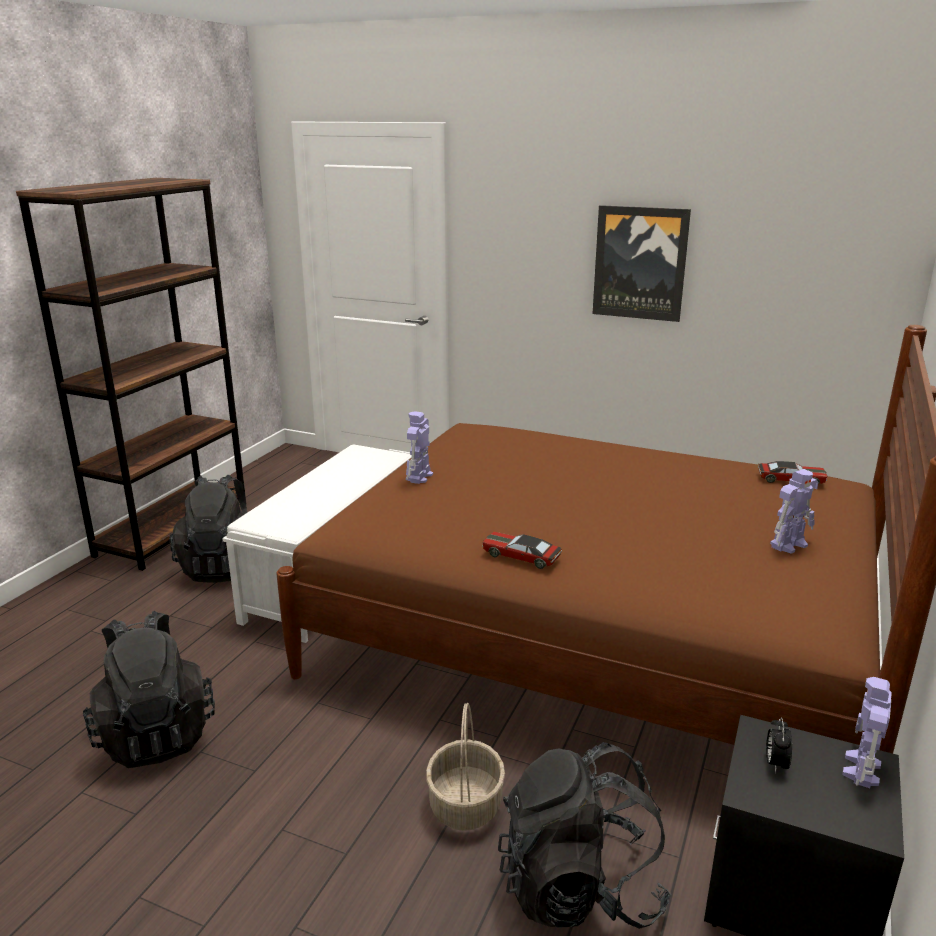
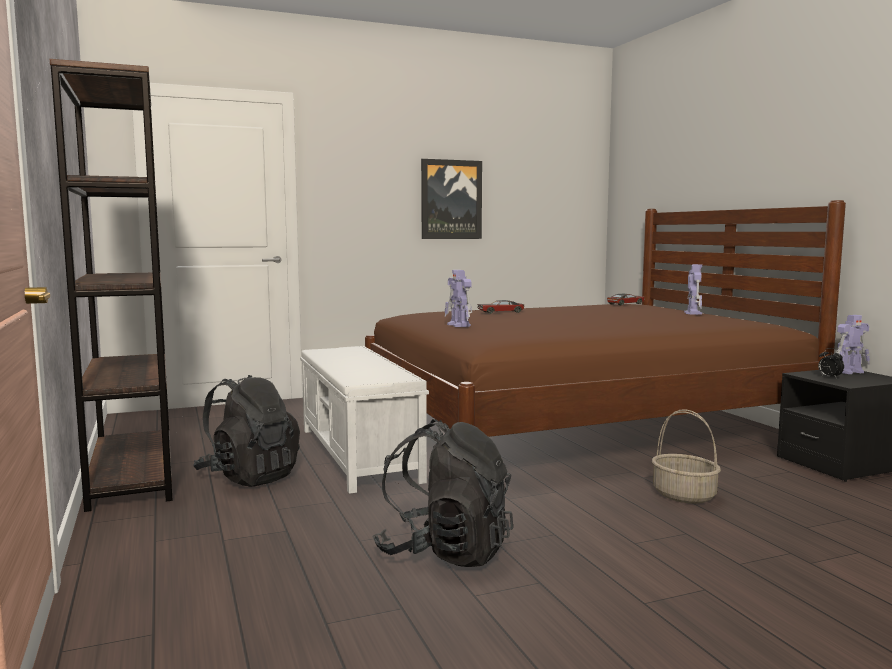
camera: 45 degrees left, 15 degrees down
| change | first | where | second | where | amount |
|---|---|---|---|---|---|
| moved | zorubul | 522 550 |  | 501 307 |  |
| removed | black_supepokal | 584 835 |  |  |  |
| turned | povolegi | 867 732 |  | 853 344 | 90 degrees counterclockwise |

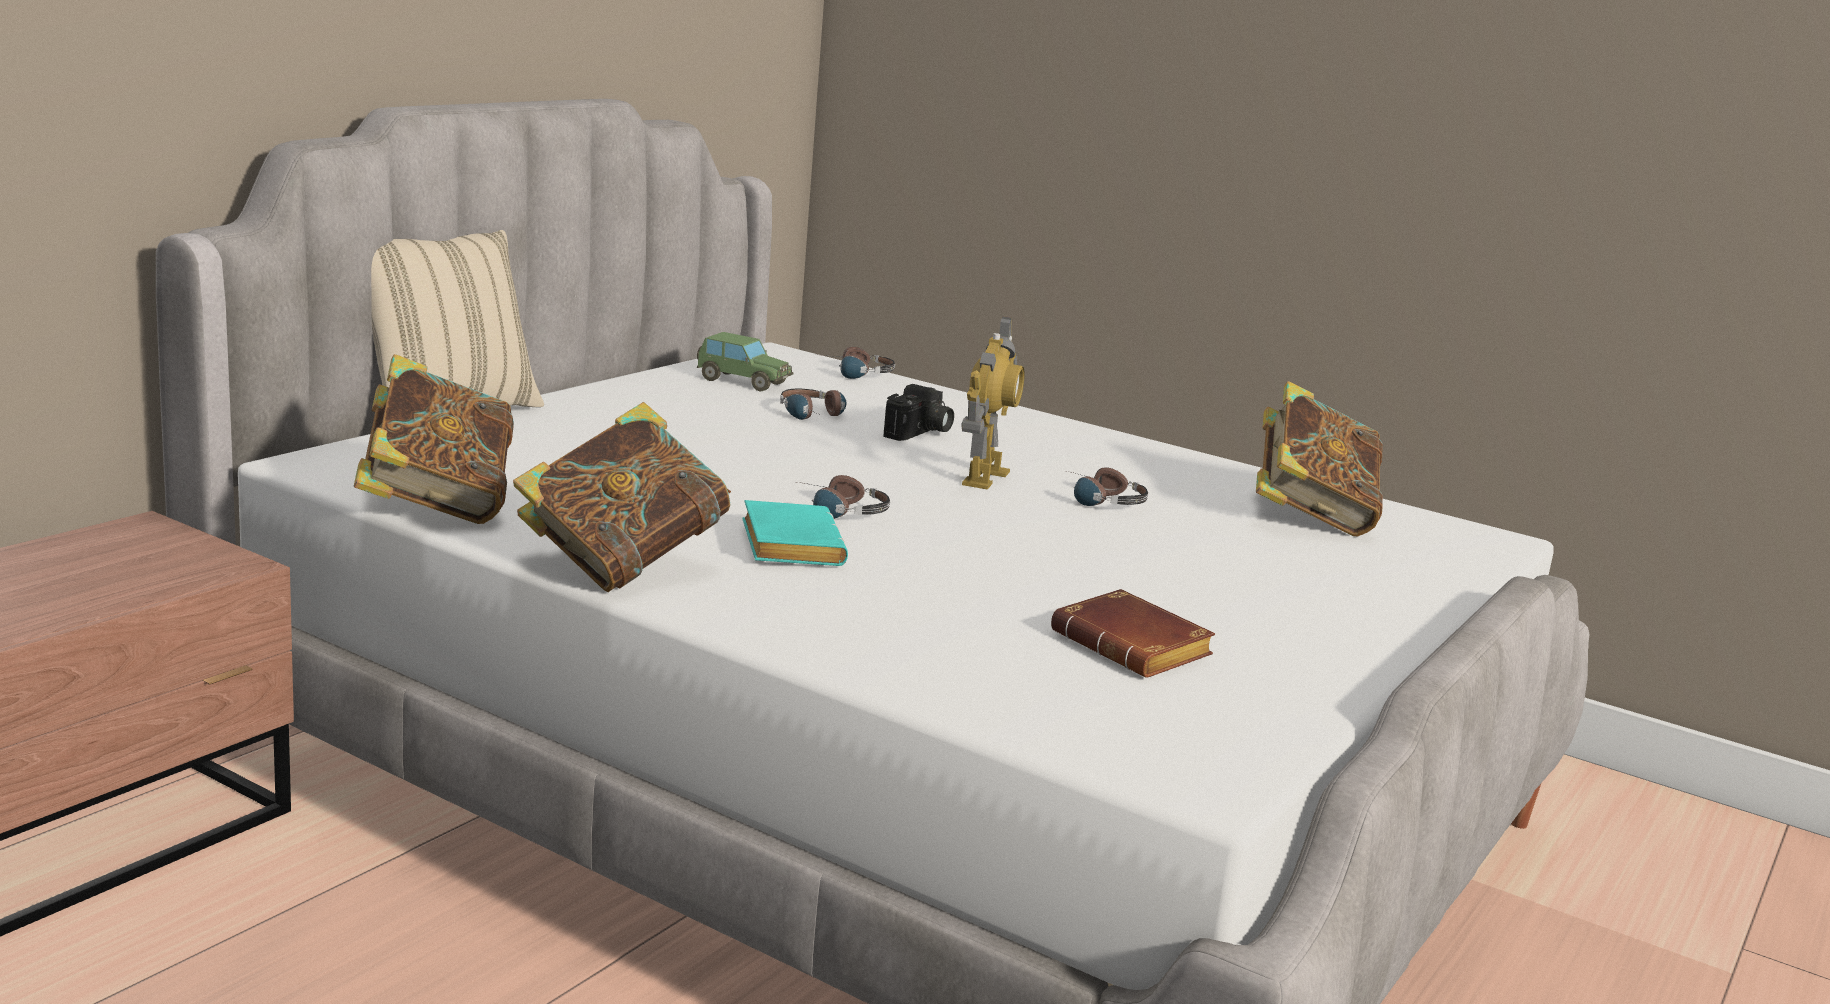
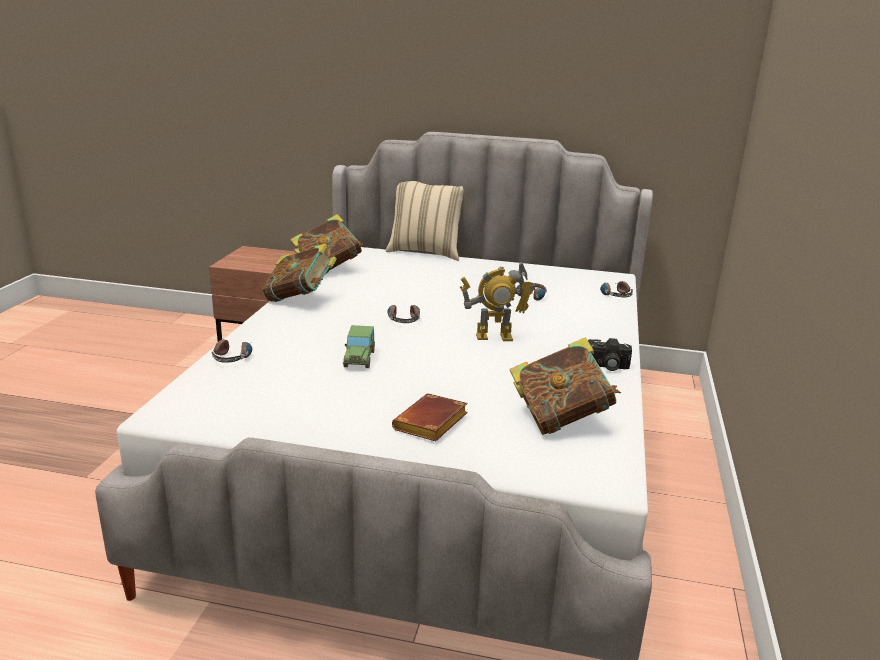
camera: 70 degrees right, 5 degrees up
| change | first | where | second | where | amount |
|---|---|---|---|---|---|
| moved | zorubul | 745 361 |  | 359 346 |  |
| removed | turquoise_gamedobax | 795 533 |  |  |  |
| moved | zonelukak | 918 412 |  | 610 354 |  |
| moved | brown_gamedobax | 1133 633 |  | 430 417 |  |
| moved | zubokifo | 1107 486 |  | 232 351 |  |

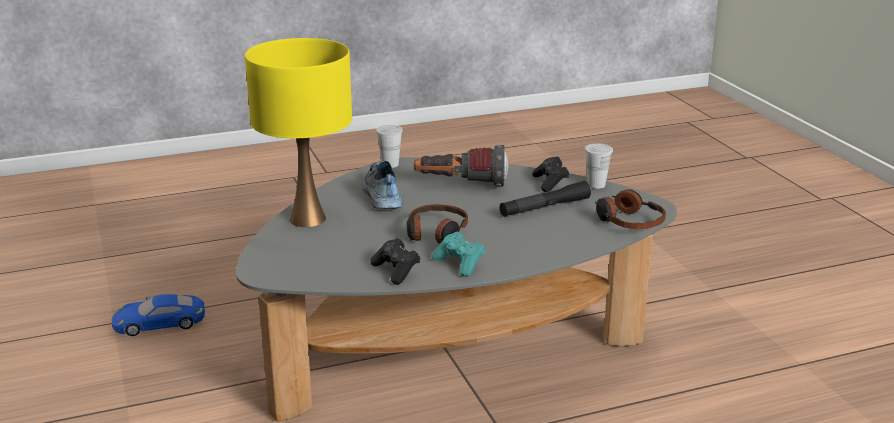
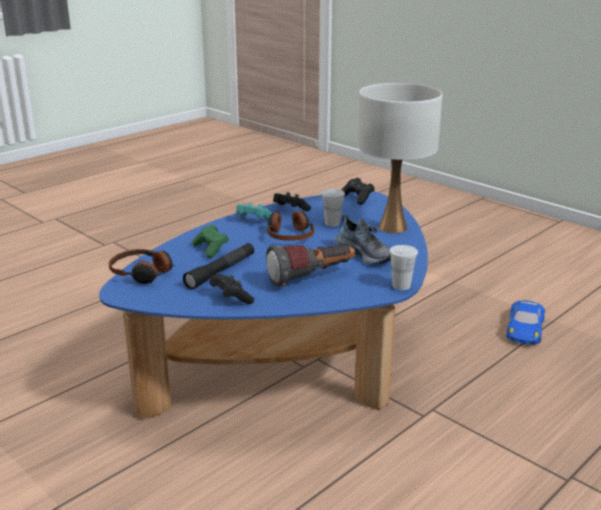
camera: 155 degrees right, 0 degrees up
| change | first | where | second | where | amount |
|---|---|---|---|---|---|
| turned | blue_zorubul | 158 315 |  | 525 322 | 150 degrees clockwise |
| recoloured | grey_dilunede | 456 289 | blue_dilunede | 263 305 |  |
| recoloured | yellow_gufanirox | 298 132 | white_gufanirox | 399 158 |  |
| moved | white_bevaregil | 598 166 |  | 333 208 |  |
| added |  |  | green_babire | 210 241 |  |
| added |  |  | black_babire | 358 191 |  |

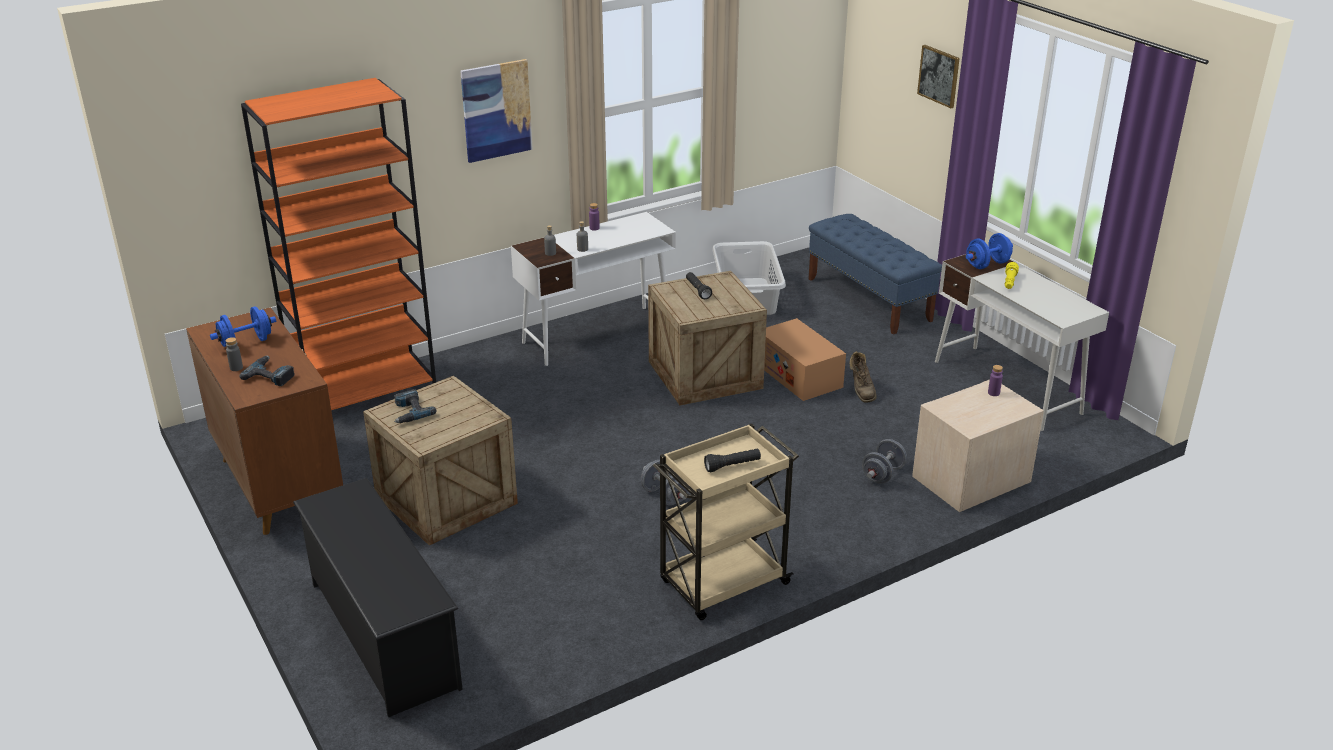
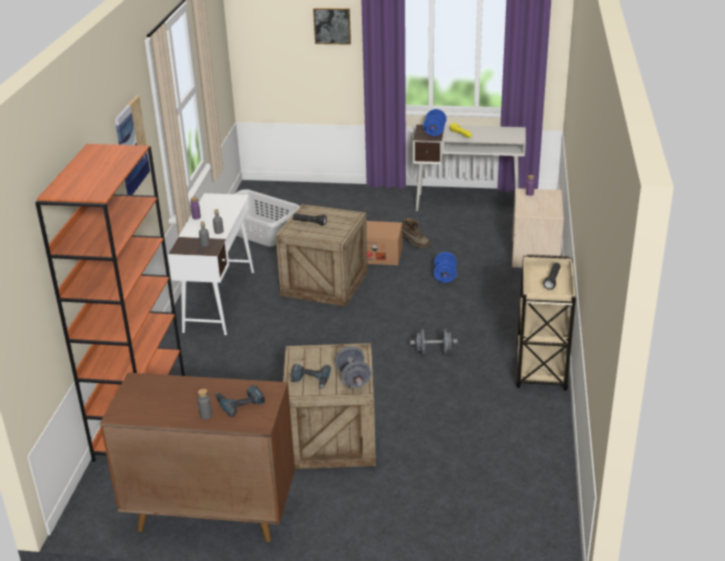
camera: 50 degrees left, 0 degrees up
| change | first | where | second | where | amount |
|---|---|---|---|---|---|
| moved | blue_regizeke | 243 326 |  | 445 267 |  |
| removed | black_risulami | 378 597 |  |  |  |
| removed | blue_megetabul | 875 274 |  |  |  |
| moved | grey_regizeke | 884 461 |  | 353 367 |  |

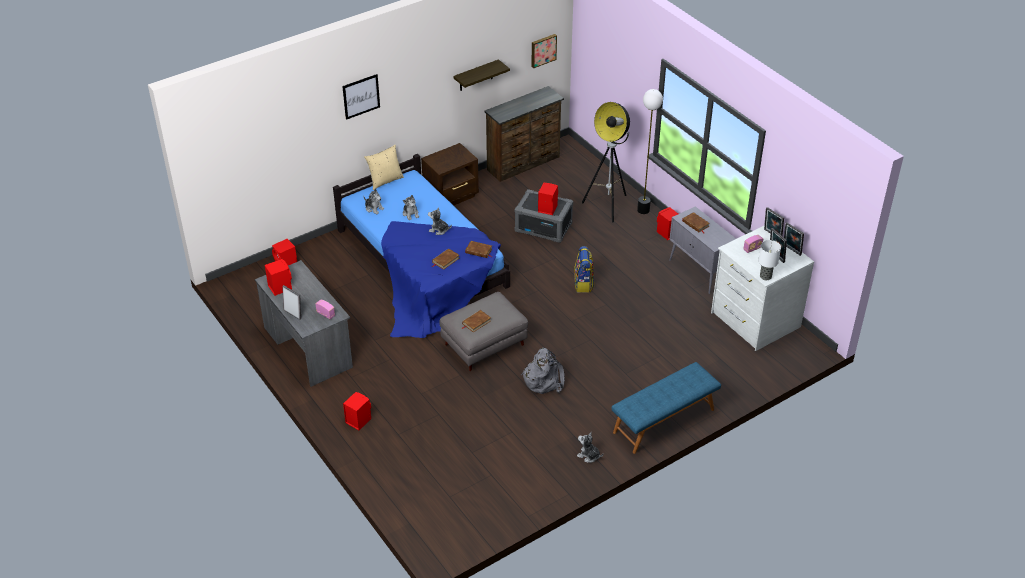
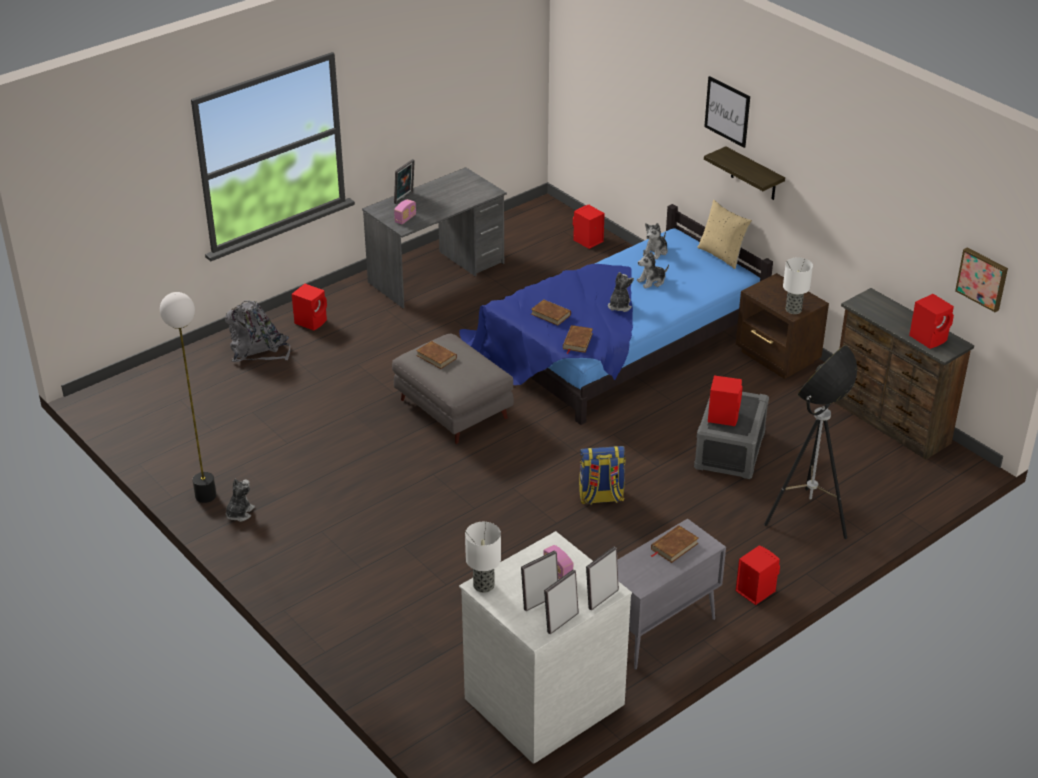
camera: 85 degrees right, 5 degrees down
| change | first | where | second | where | amount |
|---|---|---|---|---|---|
| moved | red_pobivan | 278 277 |  | 931 321 |  |
| moved | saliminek | 481 75 |  | 744 173 |  |
| moved | grey_supepokal | 543 371 |  | 257 331 |  |
| removed | blue_megetabul | 666 408 |  |  |  |
| moved | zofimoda | 650 151 |  | 188 397 |  |
| added |  |  | gufanirox | 798 286 |  |

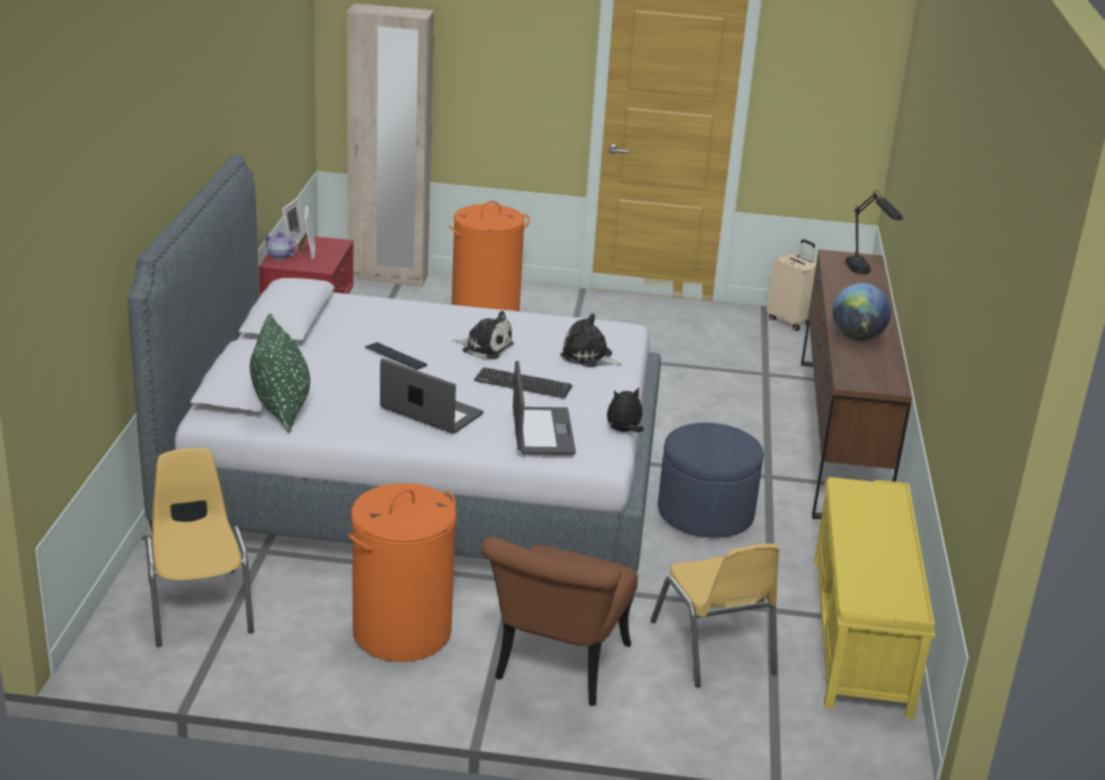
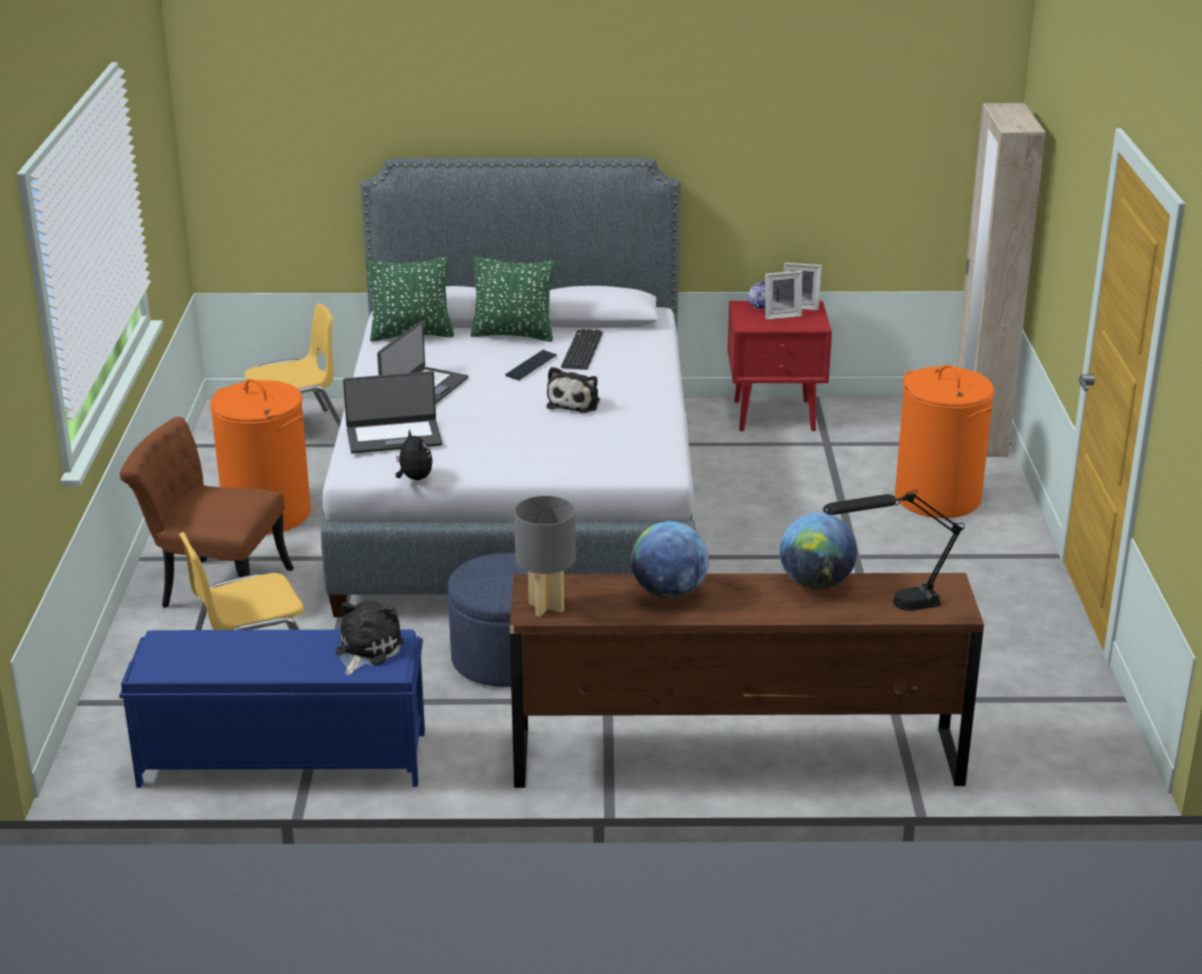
camera: 85 degrees right, 0 degrees up
| change | first | where | second | where | amount |
|---|---|---|---|---|---|
| moved | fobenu | 523 382 |  | 582 349 |  |
| moved | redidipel | 591 340 |  | 369 638 |  |
| removed | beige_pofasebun | 791 285 |  |  |  |
| recoloured | yellow_megetabul | 874 598 | blue_megetabul | 272 708 |  |
| added |  |  | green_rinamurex | 512 299 |  |
| added |  |  | grey_gufanirox | 545 556 |  |
| added |  |  | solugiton | 818 551 |  |

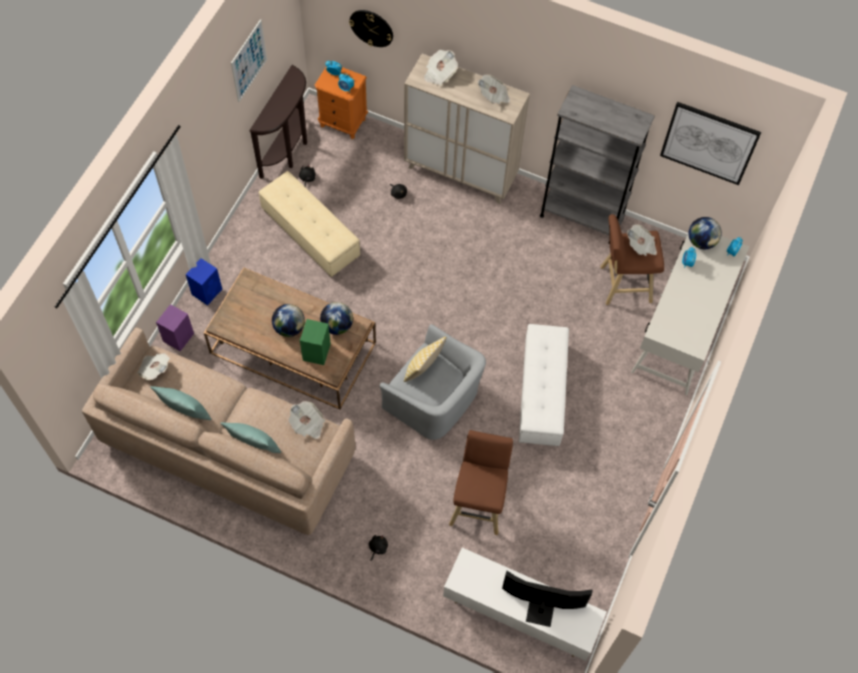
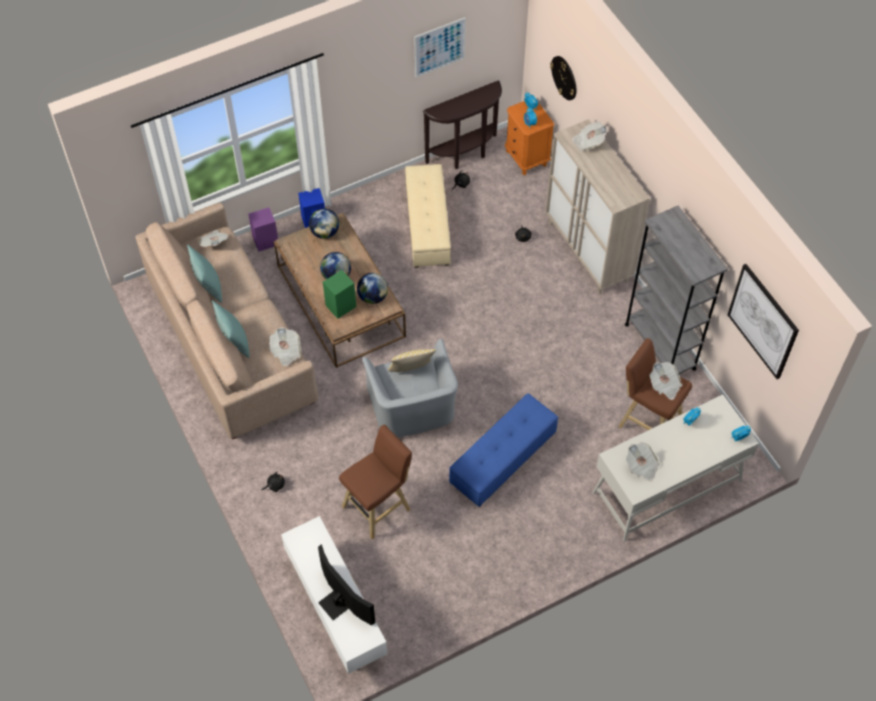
camera: 40 degrees right, 5 degrees down
| change | first | where | second | where | amount |
|---|---|---|---|---|---|
| moved | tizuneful | 494 89 |  | 643 462 |  |
| recoloured | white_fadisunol | 544 385 | blue_fadisunol | 503 450 |  |
| moved | solugiton | 705 233 |  | 324 224 |  |

